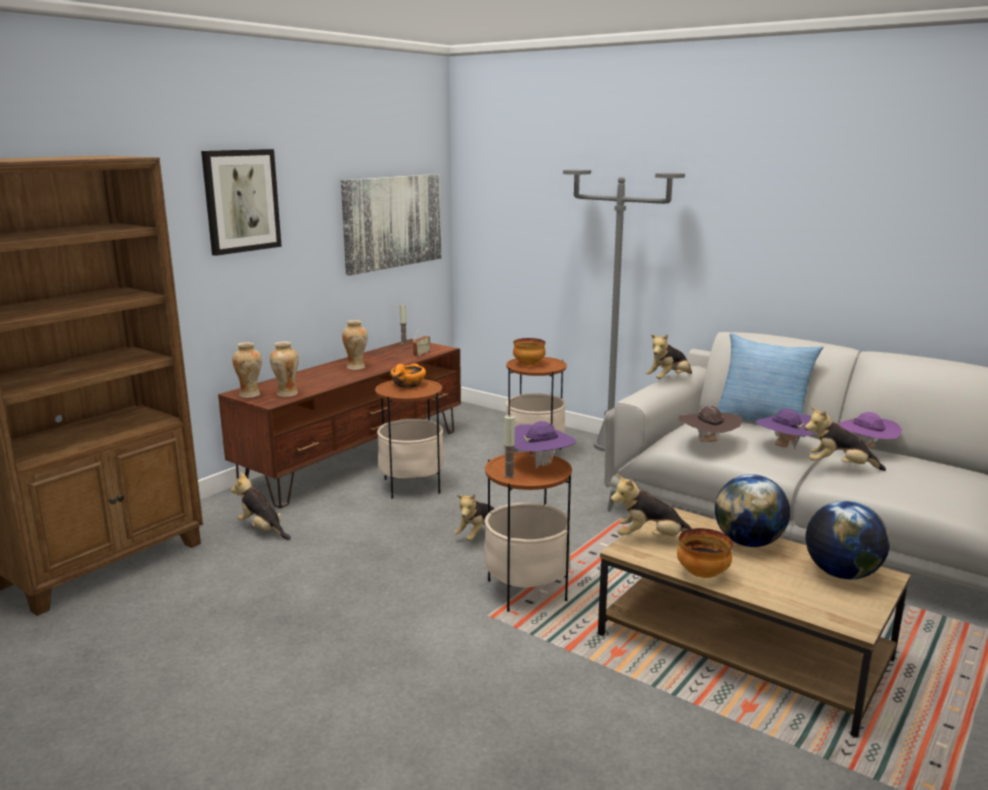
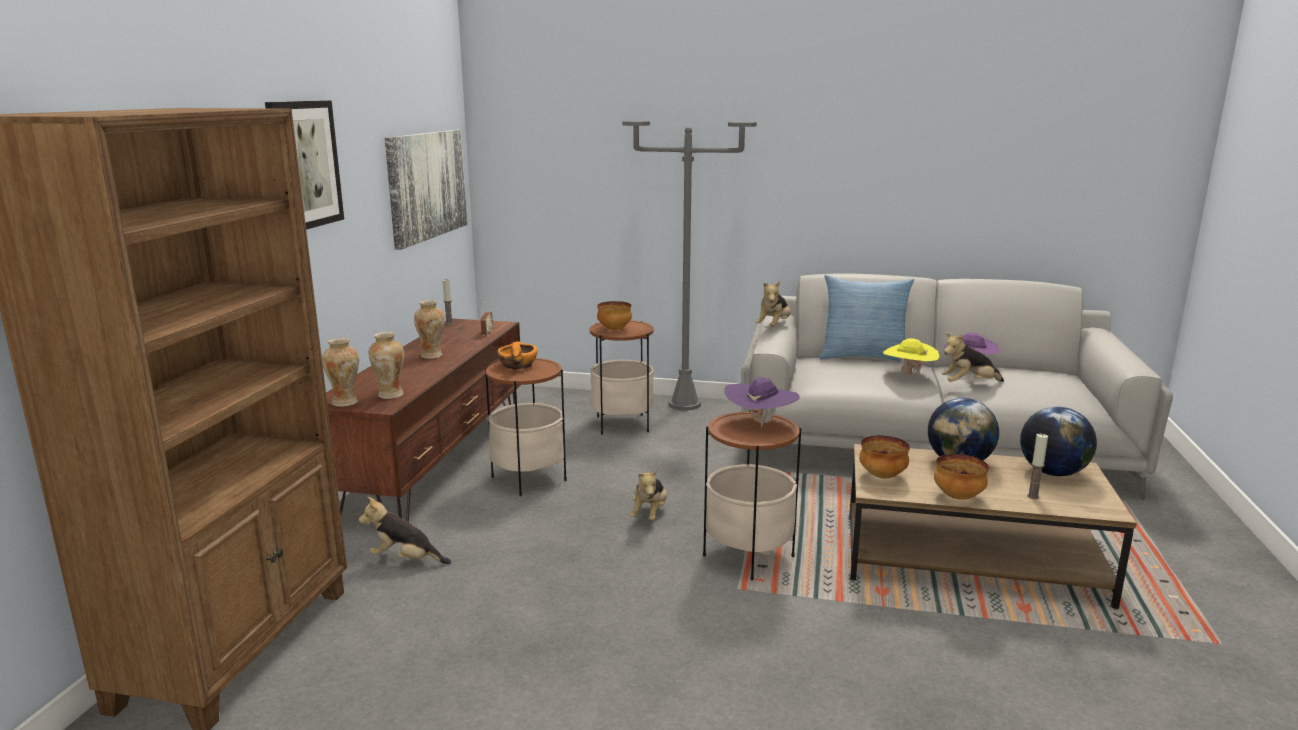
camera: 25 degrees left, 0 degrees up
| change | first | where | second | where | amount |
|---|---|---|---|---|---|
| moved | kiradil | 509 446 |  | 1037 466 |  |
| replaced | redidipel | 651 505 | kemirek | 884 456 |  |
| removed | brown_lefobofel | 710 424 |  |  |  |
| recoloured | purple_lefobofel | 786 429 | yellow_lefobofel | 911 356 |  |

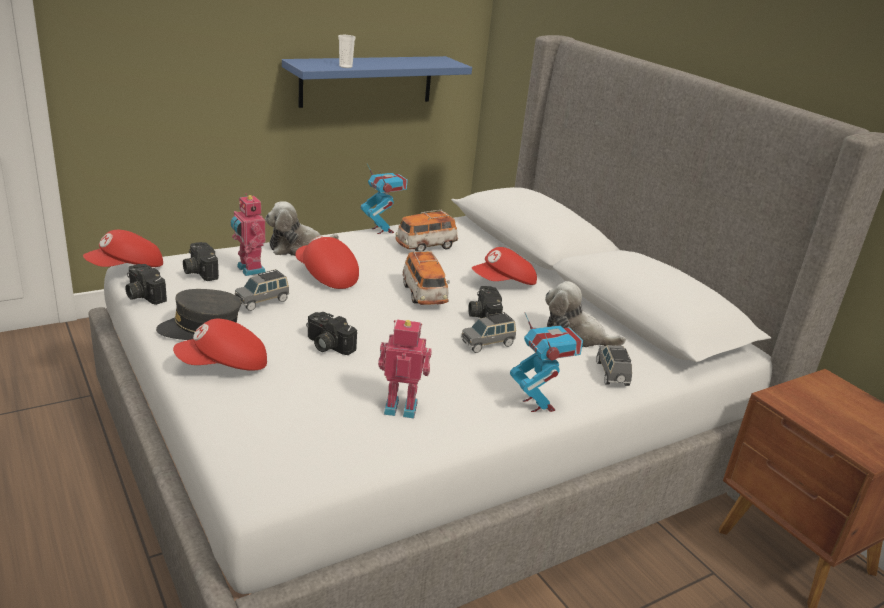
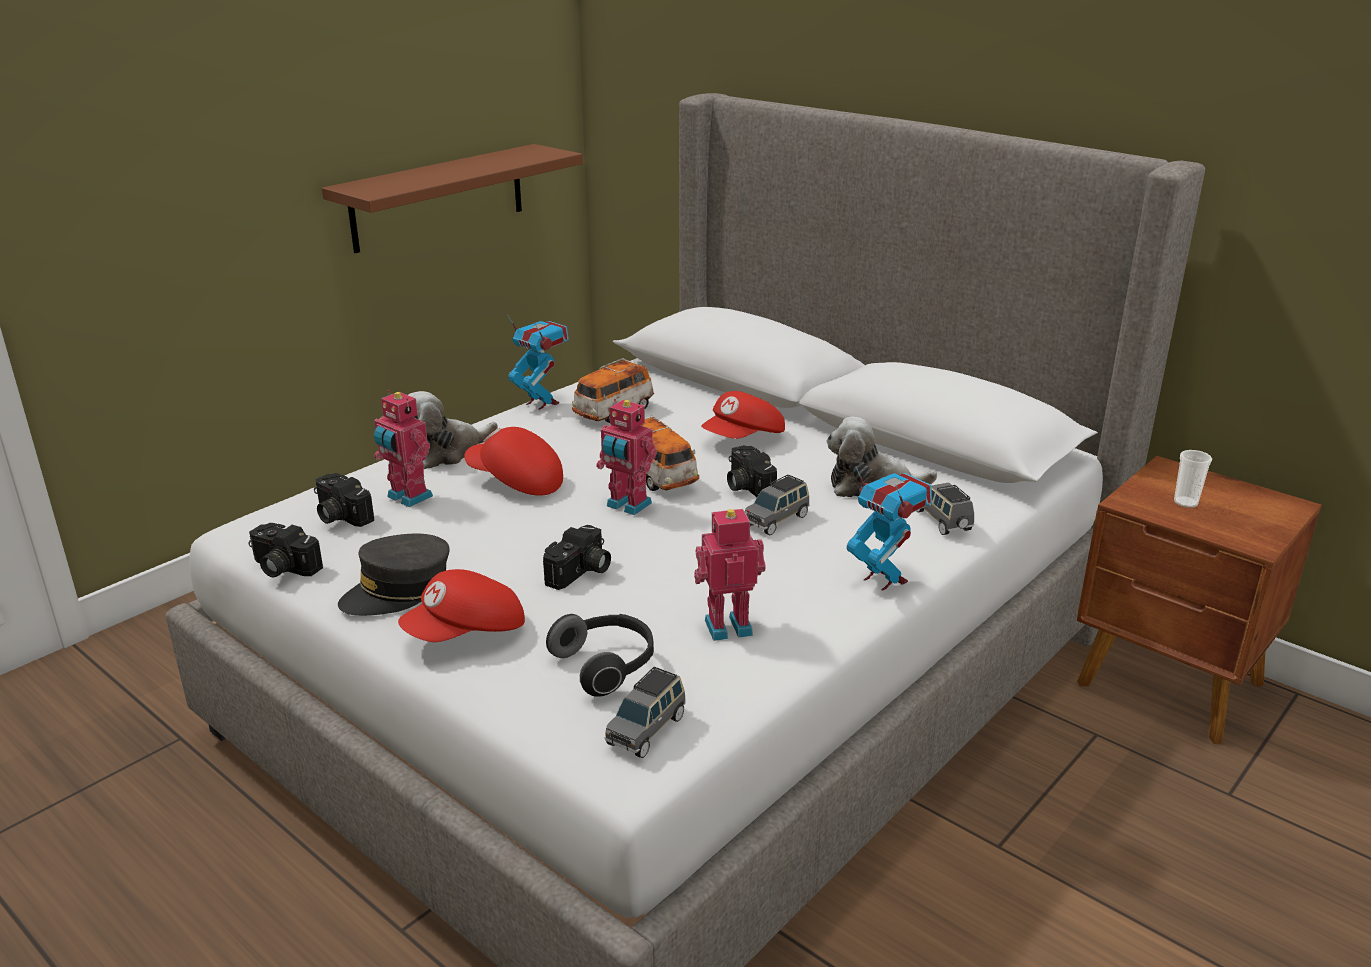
camera: 15 degrees left, 0 degrees up
| change | first | where | second | where | amount |
|---|---|---|---|---|---|
| removed | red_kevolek | 123 248 |  |  |  |
| moved | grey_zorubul | 262 290 |  | 645 712 |  |
| recoloured | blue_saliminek | 377 82 | brown_saliminek | 452 198 |  |
| turned | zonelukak | 331 333 |  | 577 557 | 75 degrees counterclockwise |
| moved | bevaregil | 347 51 |  | 1193 479 |  |
| added |  |  | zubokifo | 600 655 |  |
| added |  |  | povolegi | 626 457 |  |

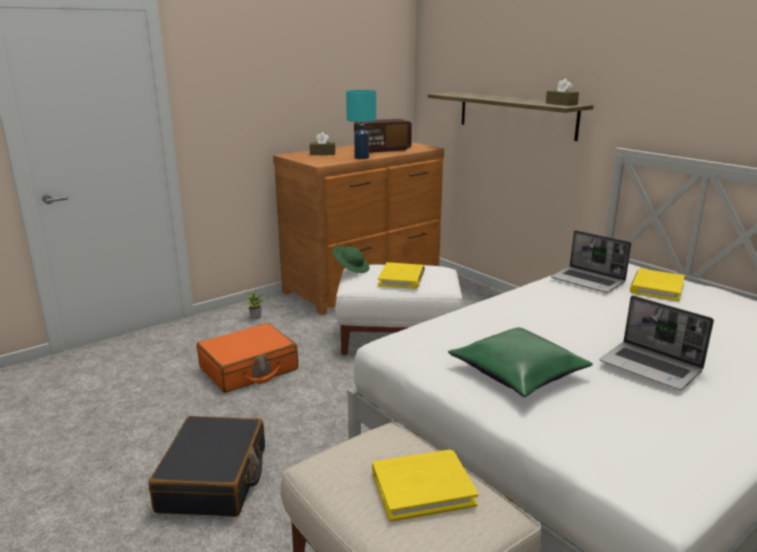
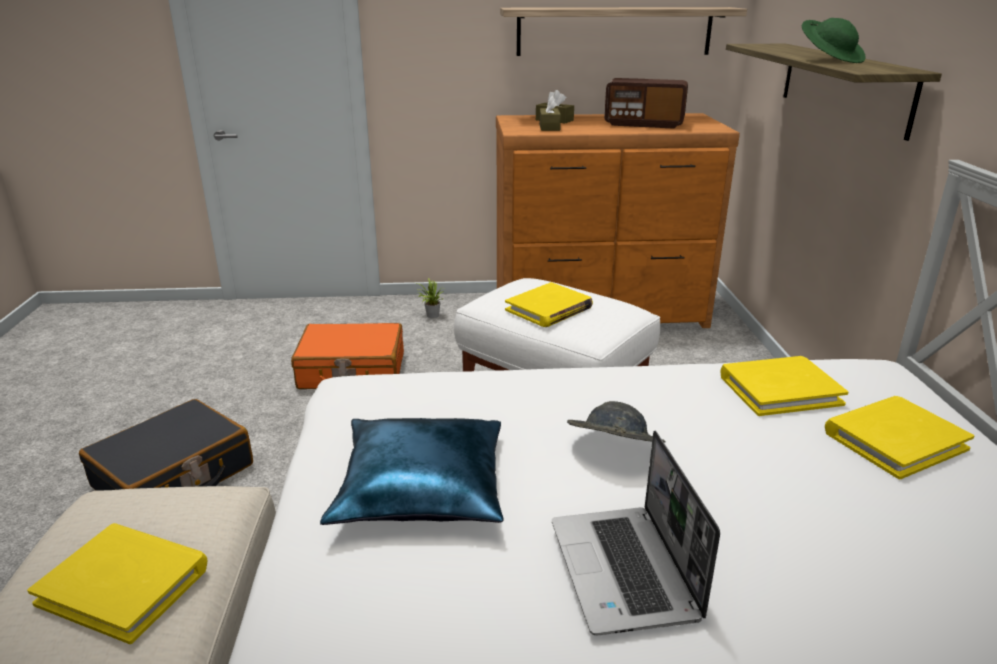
camera: 35 degrees right, 5 degrees up
| change | first | where | second | where | amount |
|---|---|---|---|---|---|
| moved | green_lefobofel | 350 259 |  | 834 40 |  |
| removed | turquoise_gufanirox | 361 124 |  |  |  |
| recoloured | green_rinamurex | 520 362 | blue_rinamurex | 412 471 |  |
| moved | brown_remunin | 562 92 |  | 550 113 |  |
| replaced | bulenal | 591 261 | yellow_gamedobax | 784 386 |  |
| added |  |  | saliminek | 623 31 |  |
| added |  |  | grey_lefobofel | 616 421 |  |

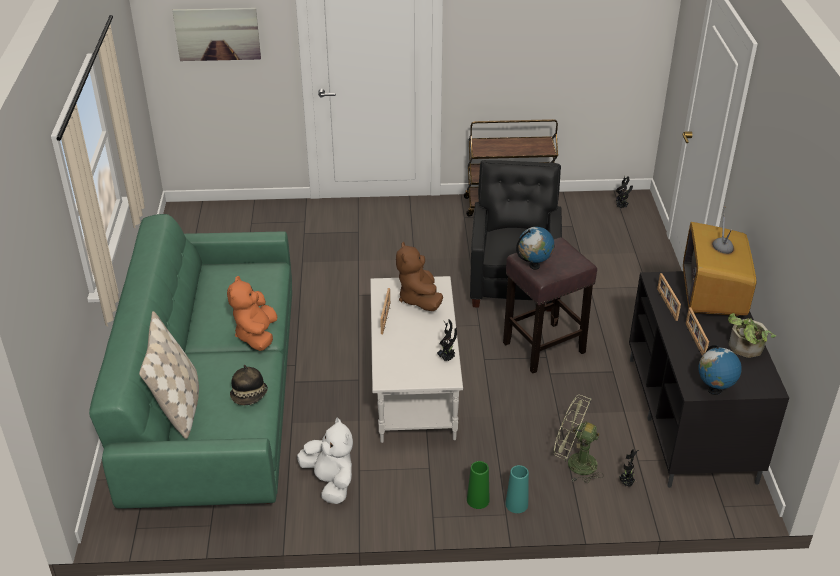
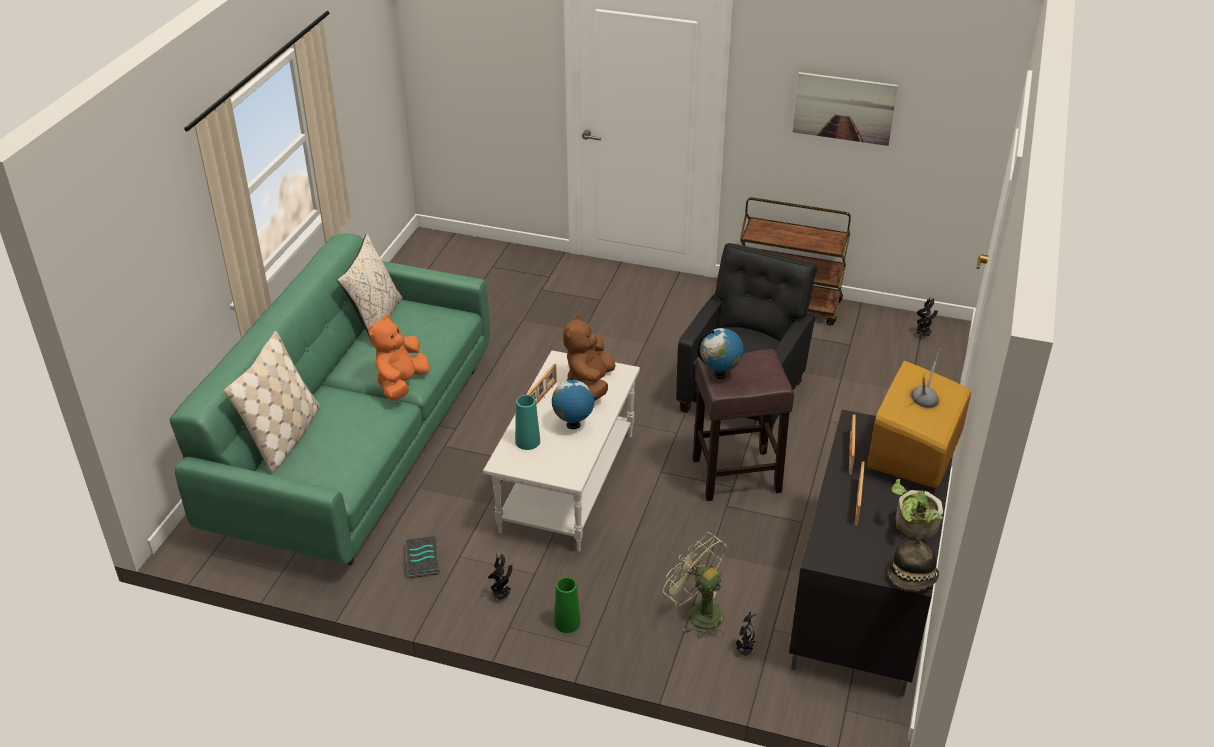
camera: 20 degrees right, 0 degrees up
| change | first | where | second | where | amount |
|---|---|---|---|---|---|
| moved | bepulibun | 216 34 |  | 845 109 |  |
| moved | lefobofel | 249 385 |  | 913 565 |  |
| replaced | white_redidipel | 325 461 | gamedobax | 422 557 |  |
| moved | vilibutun | 447 340 |  | 500 576 |  |
| moved | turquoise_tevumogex | 517 489 |  | 527 422 |  |
| moved | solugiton | 720 370 |  | 573 402 |  |
| added |  |  | beige_rinamurex | 369 287 |  |

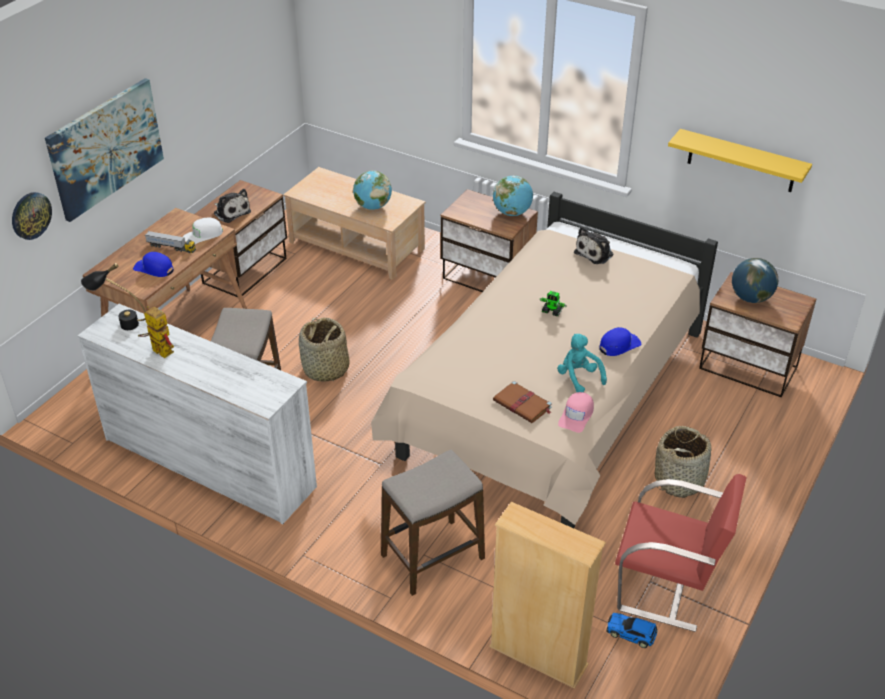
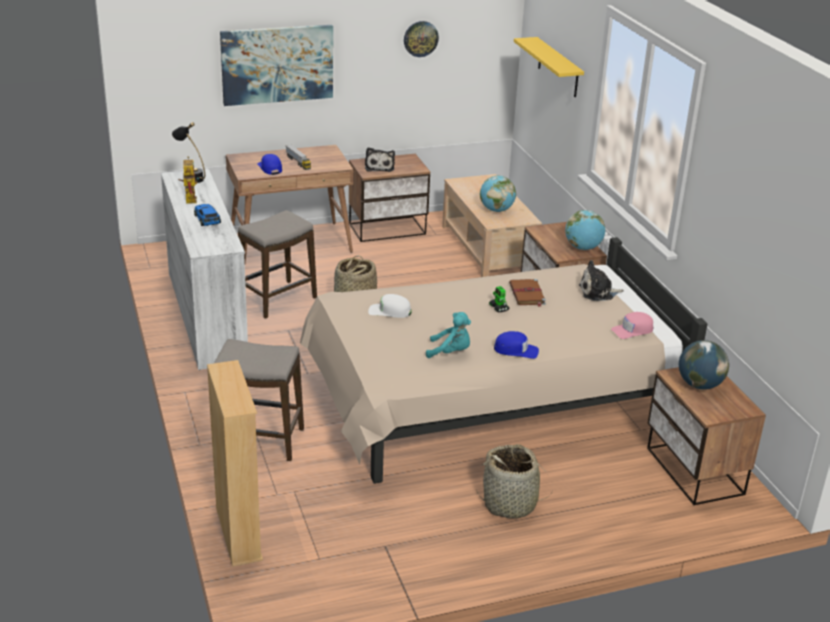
camera: 40 degrees right, 10 degrees down
| change | first | where | second | where | amount |
|---|---|---|---|---|---|
| moved | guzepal | 32 216 |  | 421 39 |  |
| moved | white_kevolek | 203 231 |  | 389 306 |  |
| moved | brown_gamedobax | 522 402 |  | 527 293 |  |
| turned | turquoise_redidipel | 582 363 |  | 448 335 | 90 degrees clockwise |
| moved | pink_kevolek | 576 412 |  | 632 325 |  |
| moved | zorubul | 632 630 |  | 207 215 |  |
| removed | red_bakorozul | 681 553 |  |  |  |
| moved | yellow_saliminek | 740 160 |  | 549 67 |  |

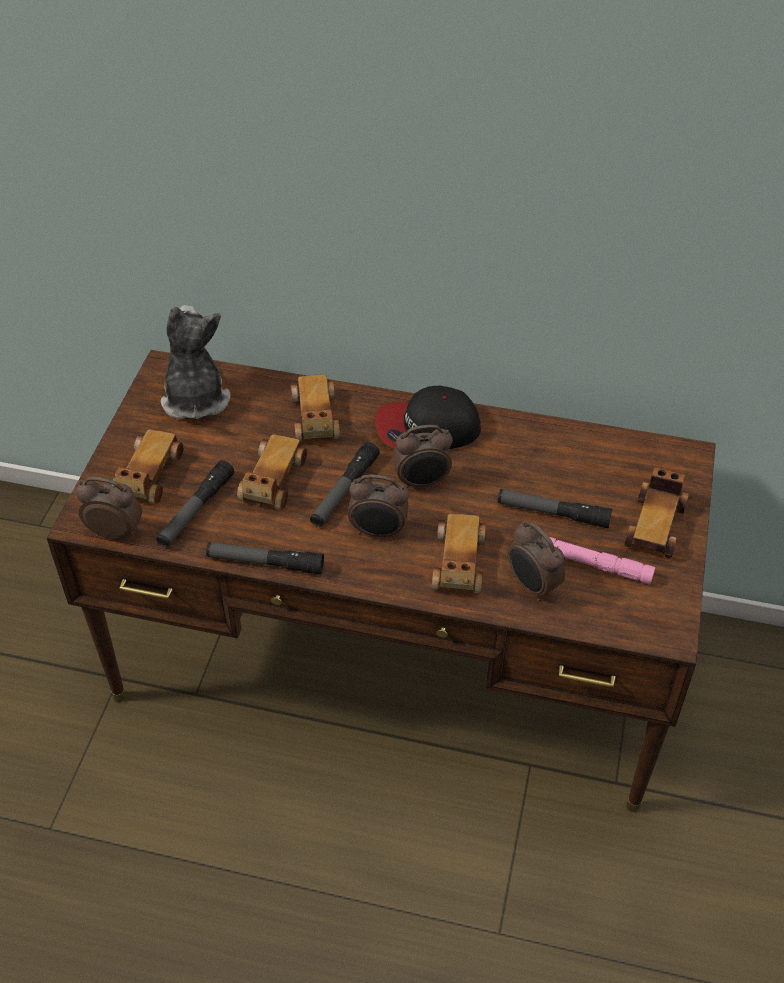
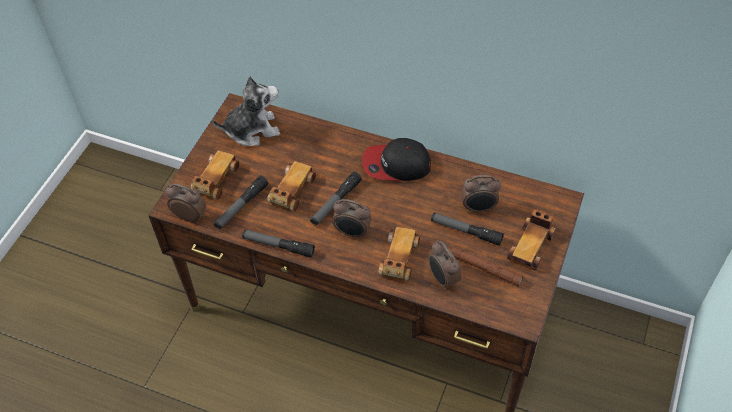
camera: 10 degrees right, 5 degrees up
| change | first | where | second | where | amount |
|---|---|---|---|---|---|
| turned | redidipel | 195 362 |  | 246 110 | 75 degrees clockwise |
| removed | zorubul | 315 408 |  |  |  |
| moved | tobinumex | 423 456 |  | 481 193 |  |
| recoloured | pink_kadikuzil | 602 560 | brown_kadikuzil | 487 266 |  |

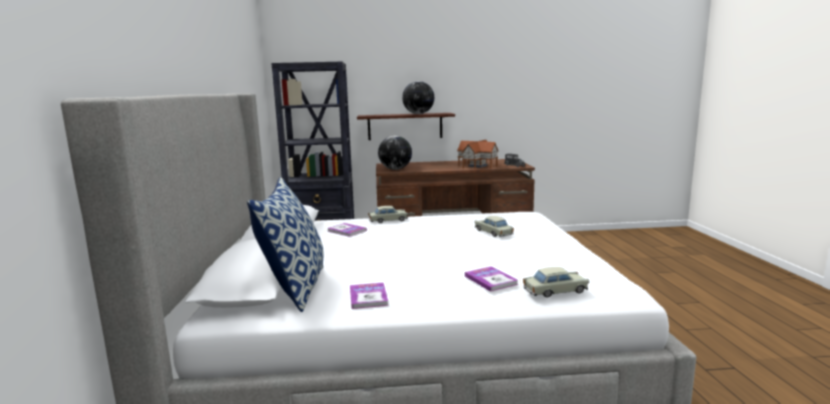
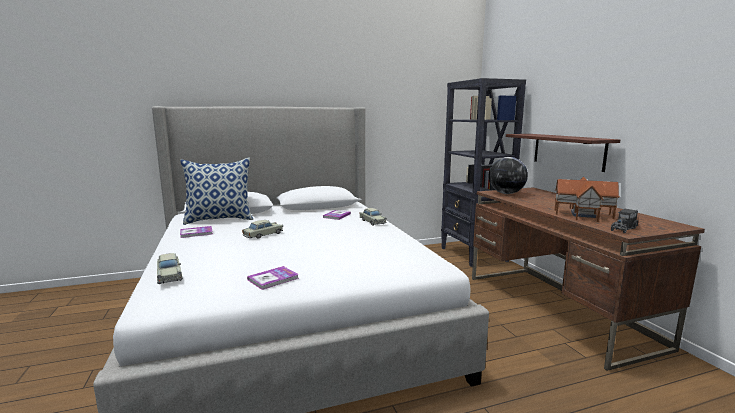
camera: 75 degrees right, 0 degrees up
| change | first | where | second | where | amount |
|---|---|---|---|---|---|
| removed | solugiton | 418 97 |  |  |  |
| moved | gamedobax | 491 279 |  | 273 278 |  |
| moved | beige_zorubul | 494 226 |  | 262 229 |  |

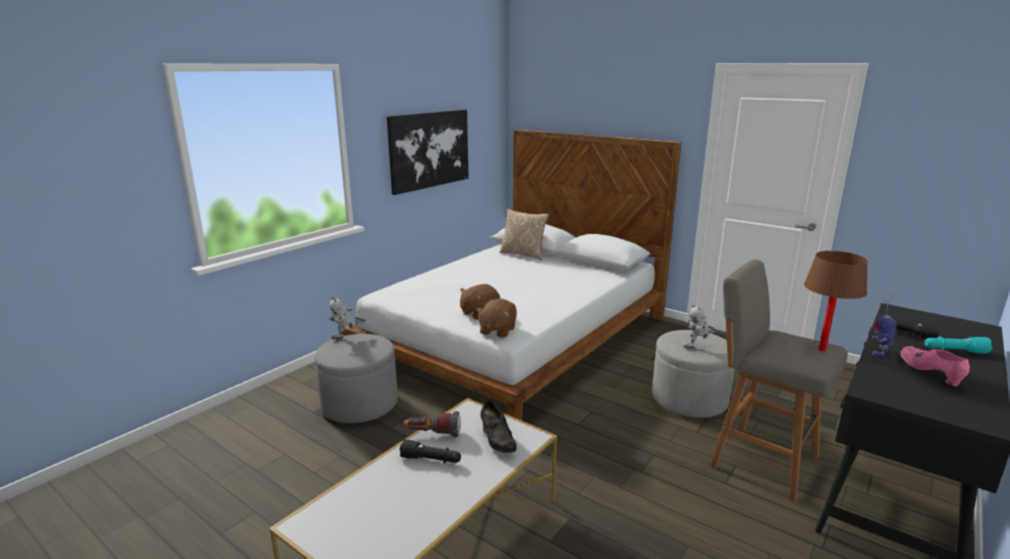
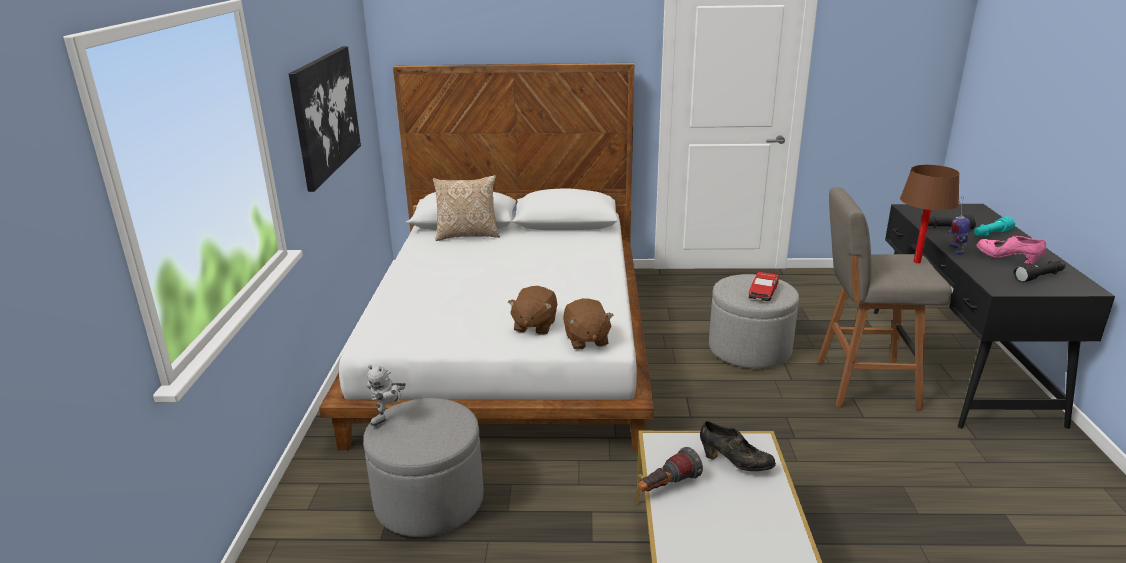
camera: 35 degrees left, 5 degrees up
| change | first | where | second | where | amount |
|---|---|---|---|---|---|
| moved | black_kadikuzil | 430 451 |  | 1039 271 |  |
| replaced | povolegi | 699 326 | zorubul | 764 286 |  |

